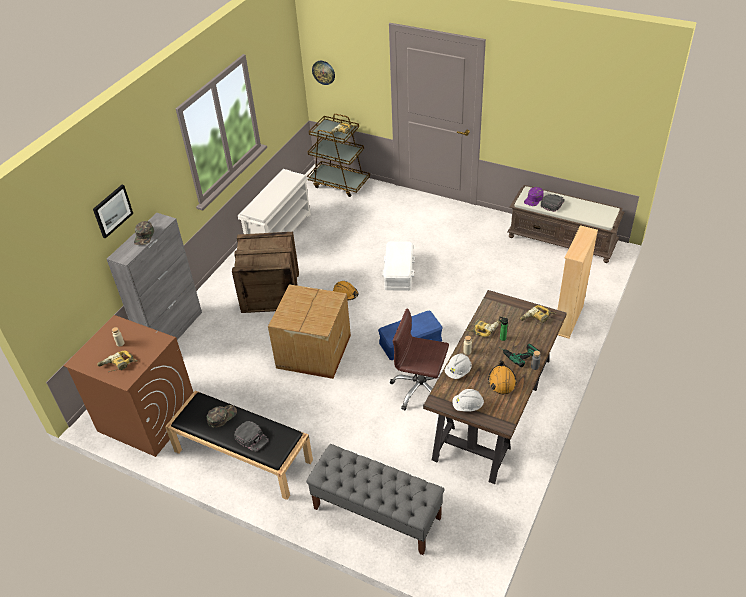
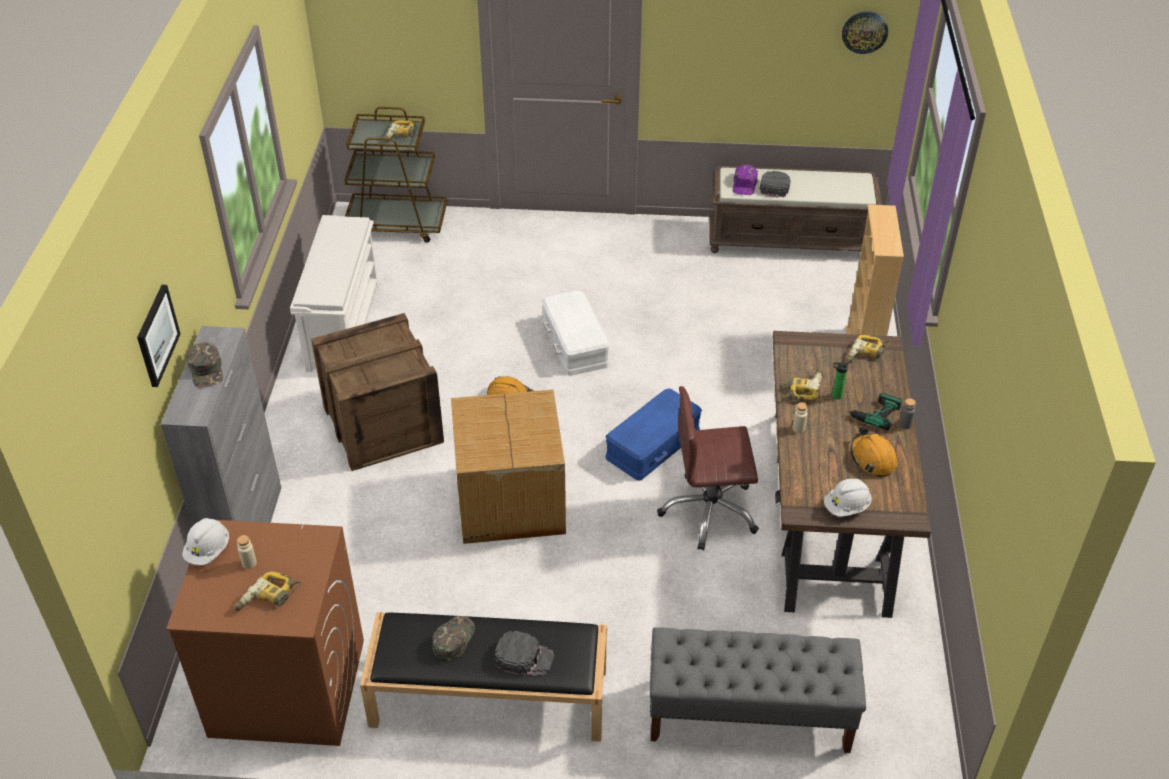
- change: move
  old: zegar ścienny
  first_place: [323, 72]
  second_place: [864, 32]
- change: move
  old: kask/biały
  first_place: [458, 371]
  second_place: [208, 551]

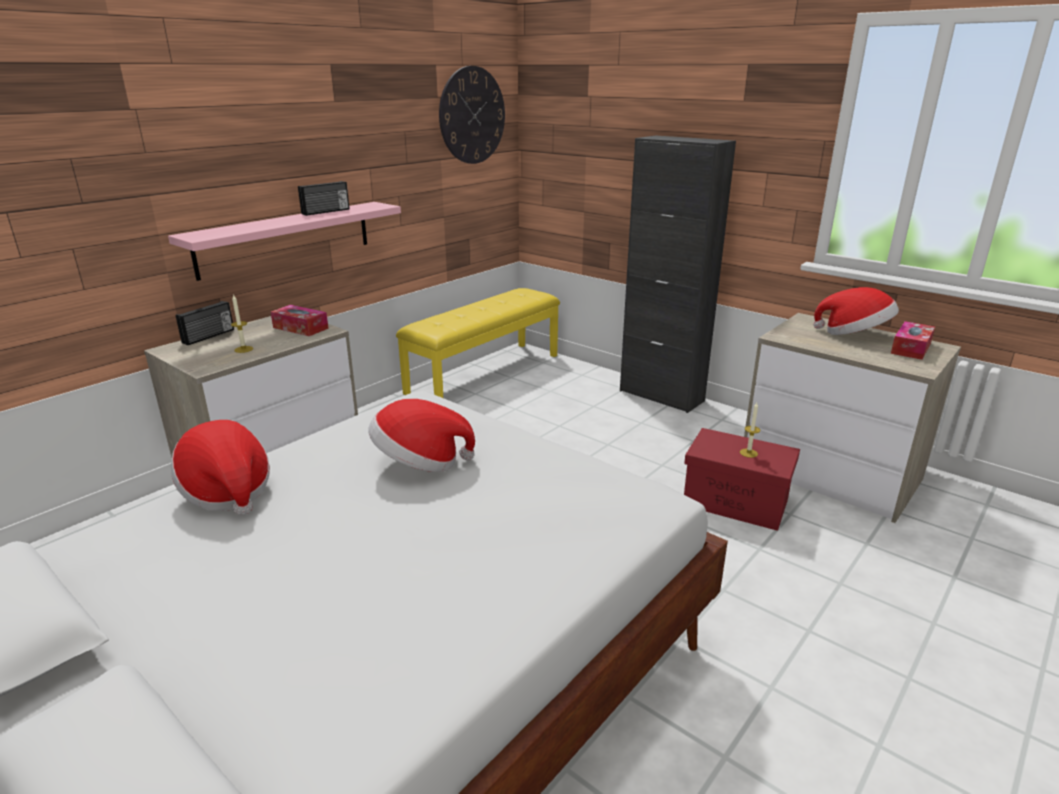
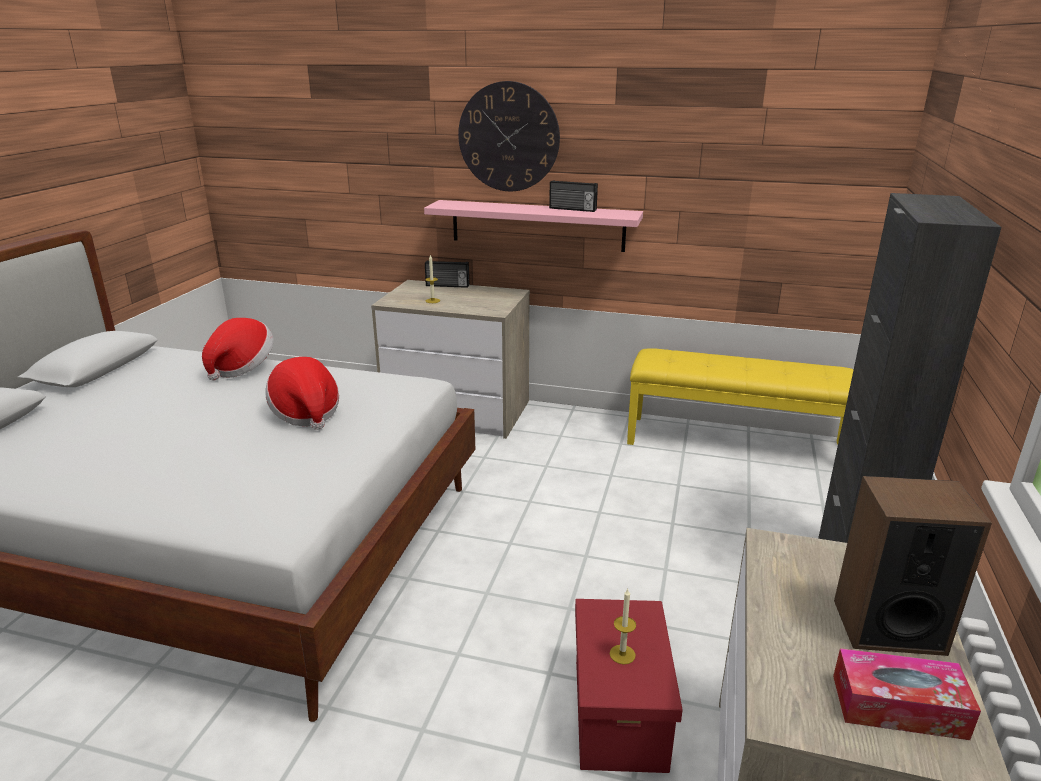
- change: move
  old: zegar ścienny
  first_place: [472, 115]
  second_place: [508, 137]
- change: replace
  old: kapelusz
  new: głośnik
  first_place: [854, 334]
  second_place: [887, 626]
- change: delete
  old: pudełko chusteczek
  first_place: [300, 328]

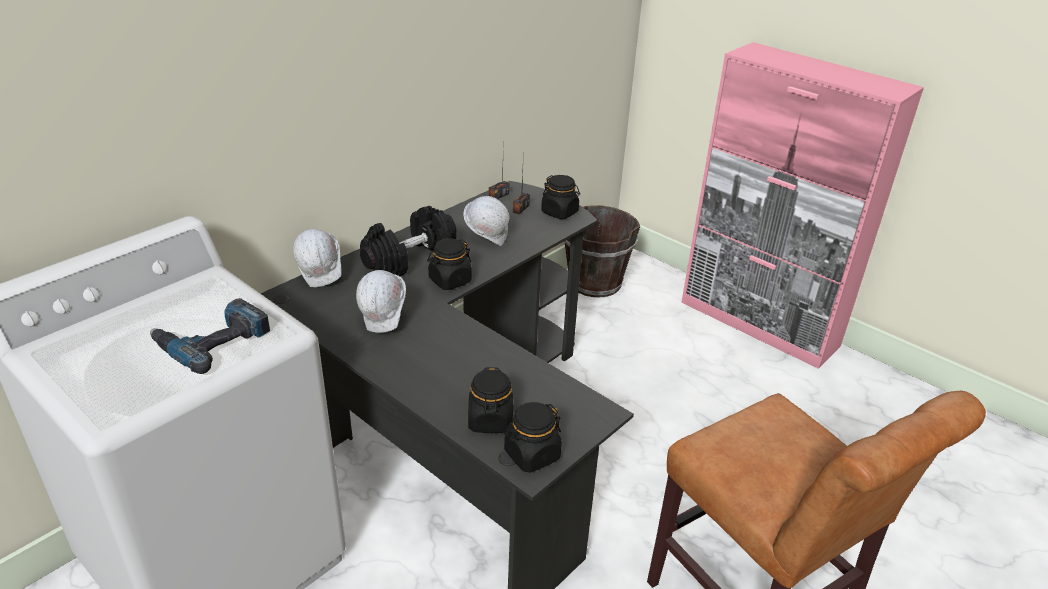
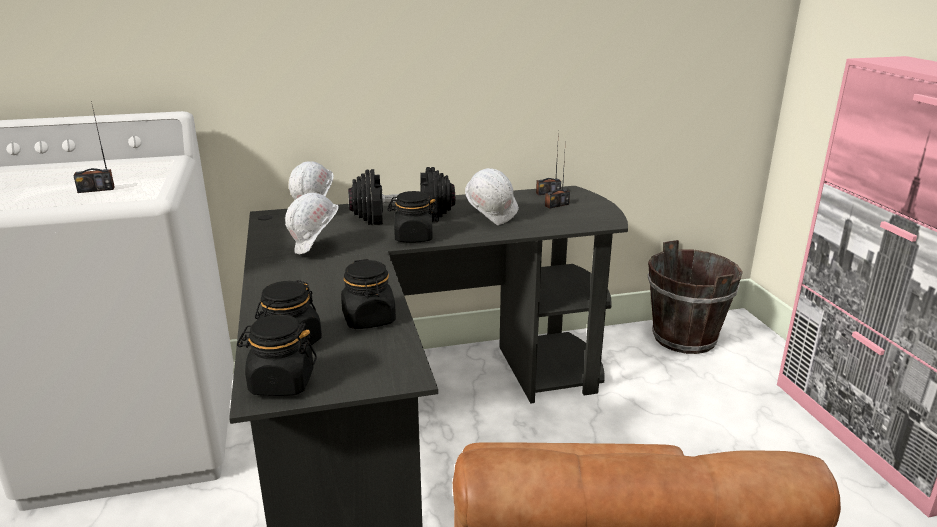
- change: move
  old: słoik/czarny
  first_place: [560, 212]
  second_place: [369, 319]
- change: replace
  old: wiertarka
  new: radio
  first_place: [212, 341]
  second_place: [96, 189]

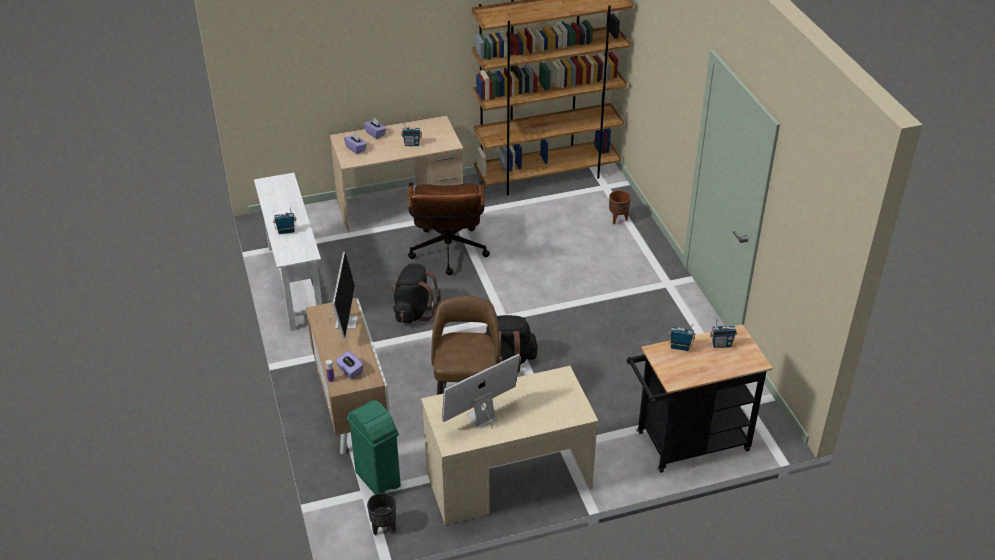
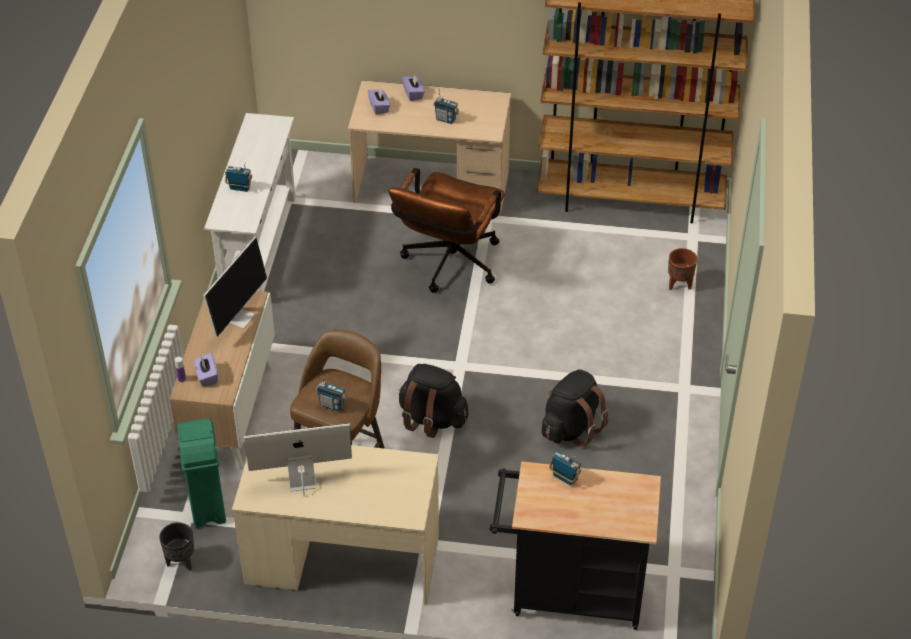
- change: move
  old: plecak/czarny
  first_place: [413, 312]
  second_place: [571, 428]
- change: move
  old: radio
  first_place: [721, 344]
  second_place: [332, 405]

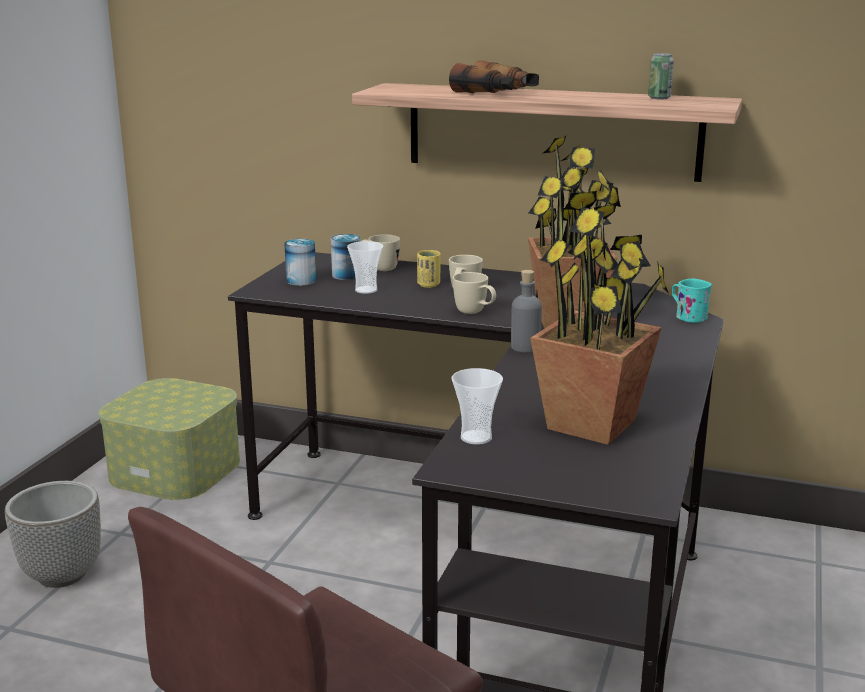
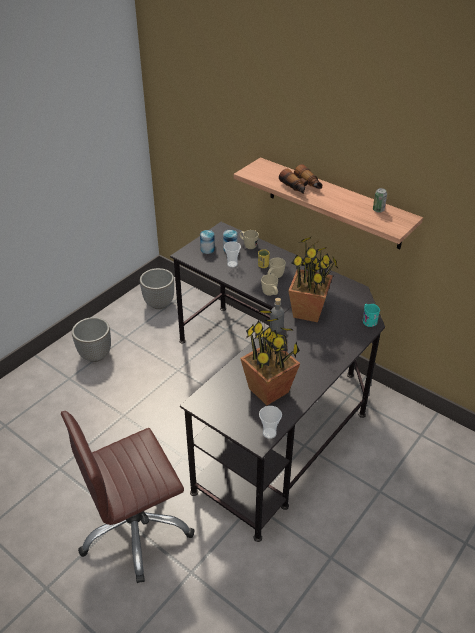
- change: move
  old: filiżanka
  first_place: [476, 437]
  second_place: [269, 433]
- change: replace
  old: pojemnik do przechowywania
  new: donica
  first_place: [175, 469]
  second_place: [159, 303]

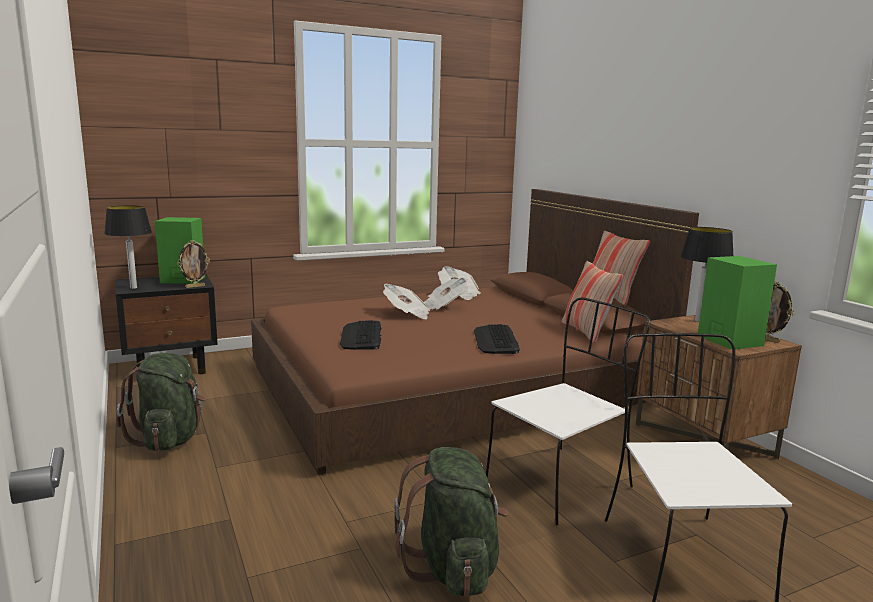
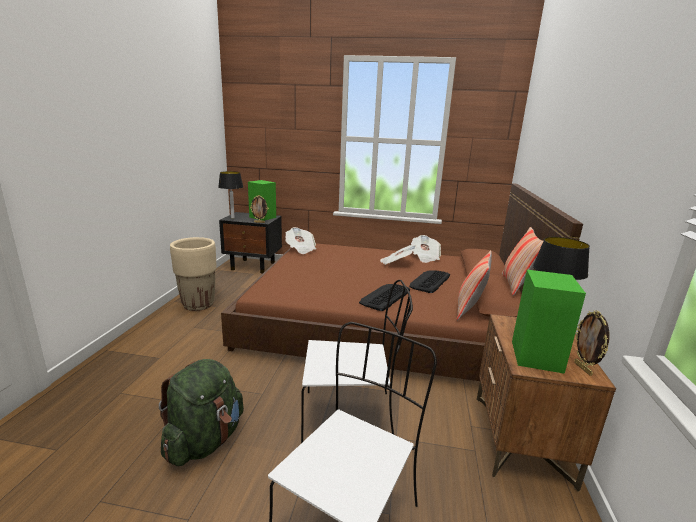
- change: move
  old: gazeta
  first_place: [407, 314]
  second_place: [300, 249]
- change: move
  old: klawiatura
  first_place: [361, 336]
  second_place: [429, 281]
- change: replace
  old: plecak/zielony
  new: donica/beżowy
  first_place: [169, 439]
  second_place: [198, 304]

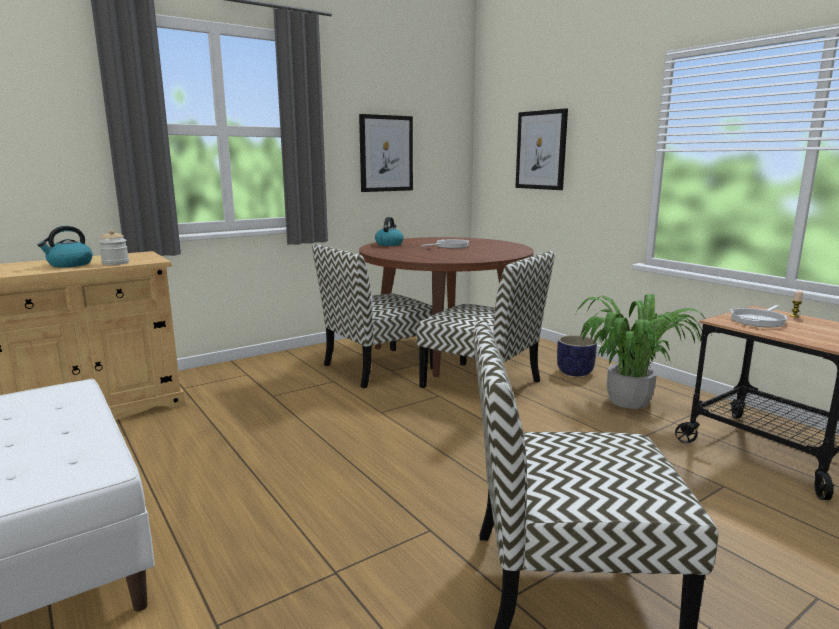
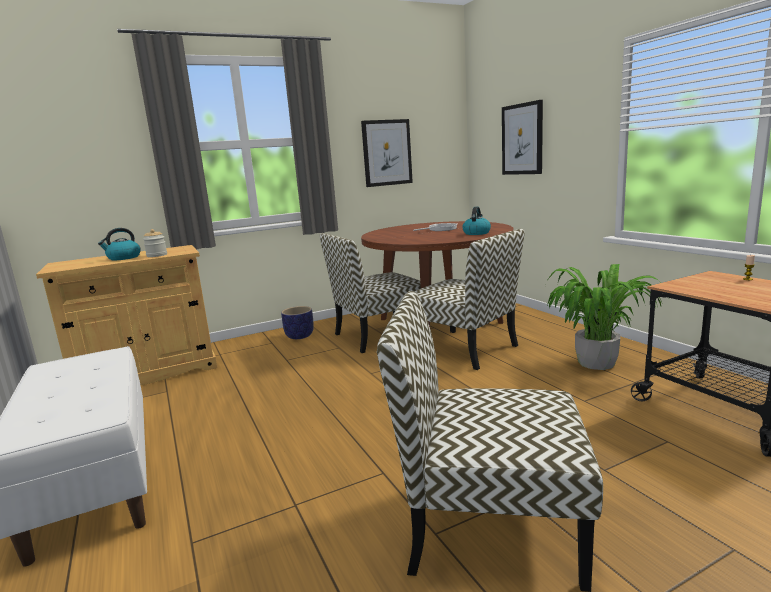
- change: move
  old: czajnik
  first_place: [389, 244]
  second_place: [476, 233]
- change: delete
  old: patelnia
  first_place: [759, 320]
- change: move
  old: donica
  first_place: [575, 372]
  second_place: [299, 336]

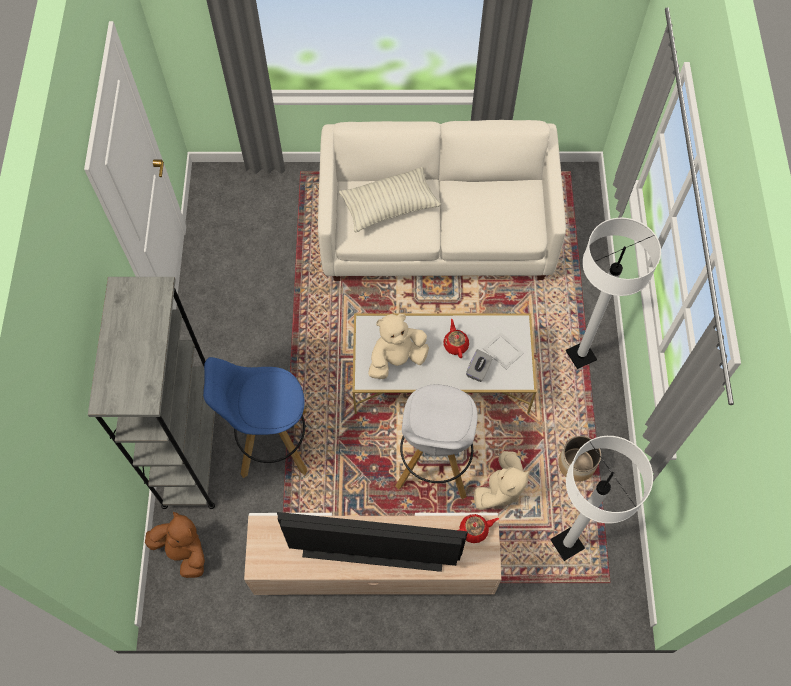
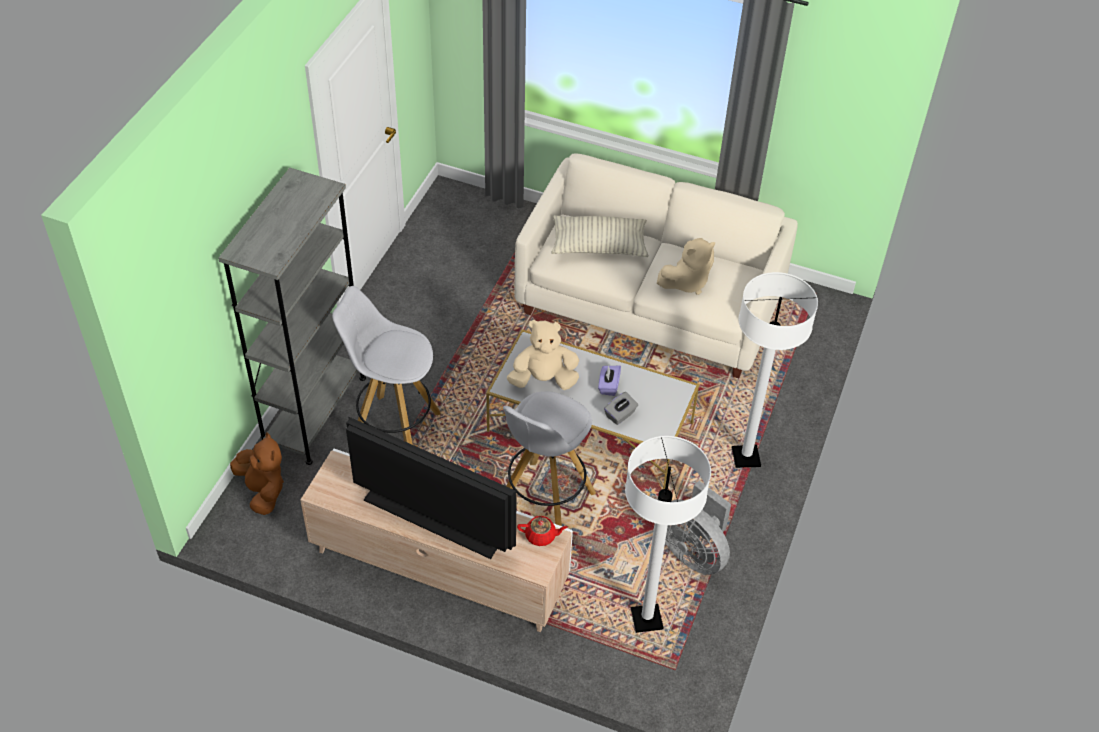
- change: replace
  old: imbryk/czerwony
  new: pudełko chusteczek/fioletowy
  first_place: [455, 344]
  second_place: [608, 386]
- change: delete
  old: ramka na zdjęcie
  first_place: [503, 350]
- change: recolor
  old: stołek/niebieski
  new: stołek/biały
  first_place: [272, 443]
  second_place: [393, 429]
- change: replace
  old: donica
  new: wentylator/szary
  first_place: [577, 464]
  second_place: [693, 551]
- change: move
  old: pluszak/beżowy
  first_place: [500, 489]
  second_place: [686, 282]

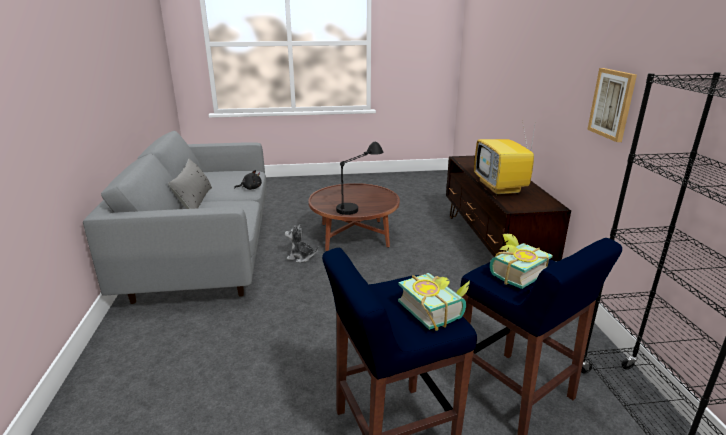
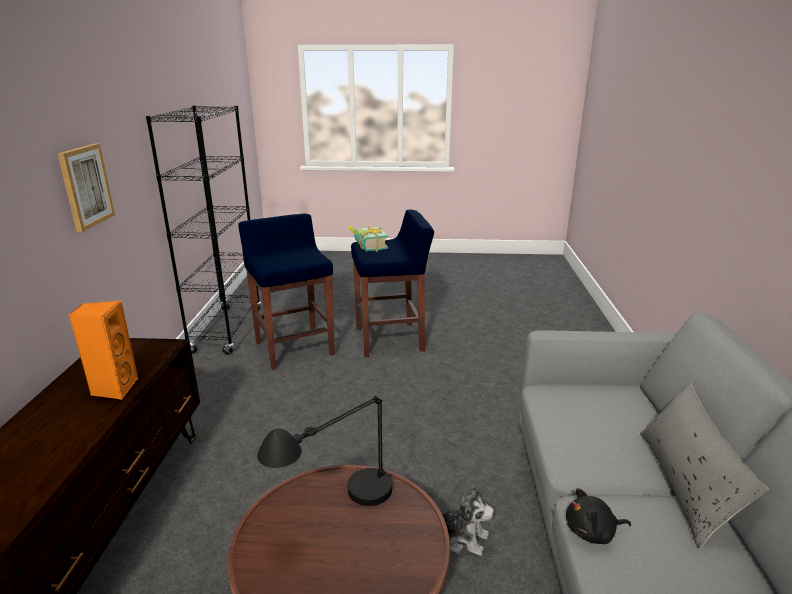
- change: replace
  old: telewizor
  new: głośnik/pomarańczowy
  first_place: [500, 188]
  second_place: [114, 388]
- change: delete
  old: książka
  first_place: [513, 273]

